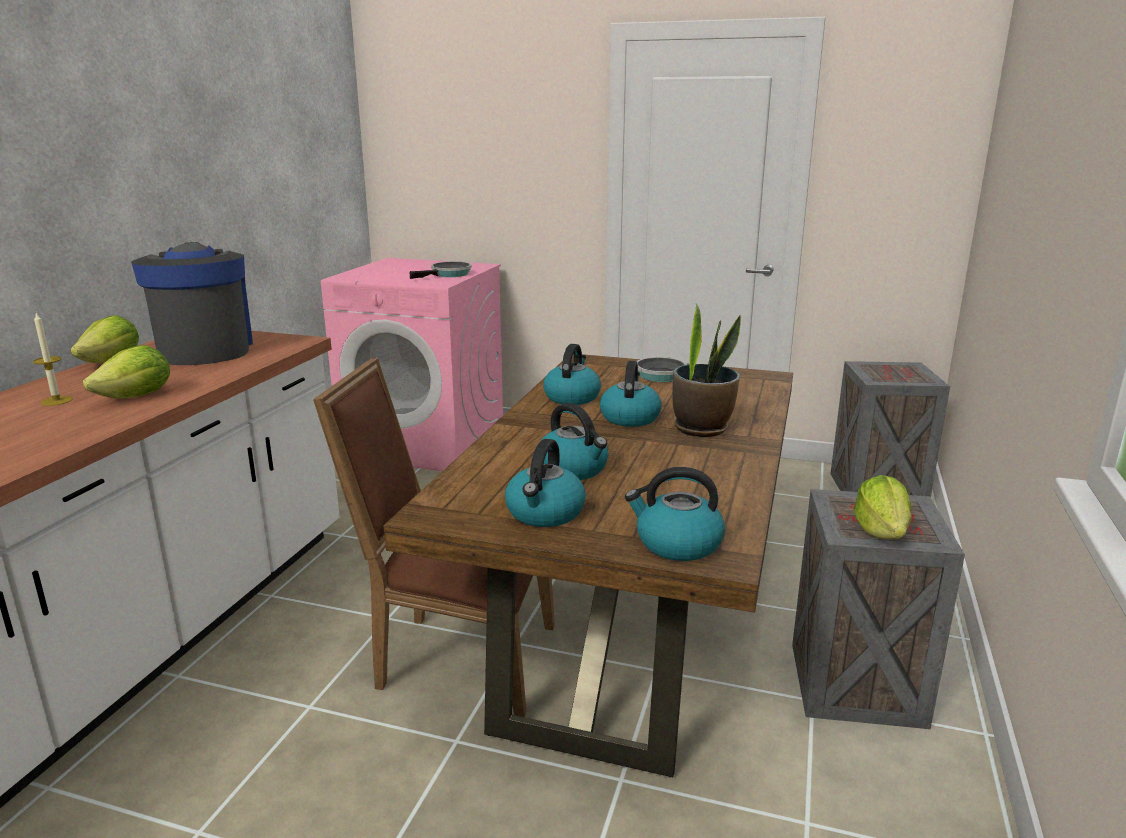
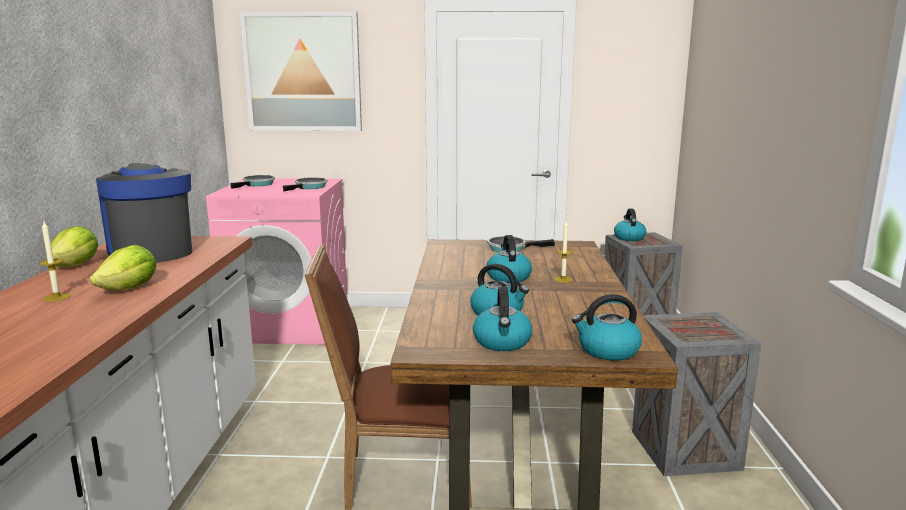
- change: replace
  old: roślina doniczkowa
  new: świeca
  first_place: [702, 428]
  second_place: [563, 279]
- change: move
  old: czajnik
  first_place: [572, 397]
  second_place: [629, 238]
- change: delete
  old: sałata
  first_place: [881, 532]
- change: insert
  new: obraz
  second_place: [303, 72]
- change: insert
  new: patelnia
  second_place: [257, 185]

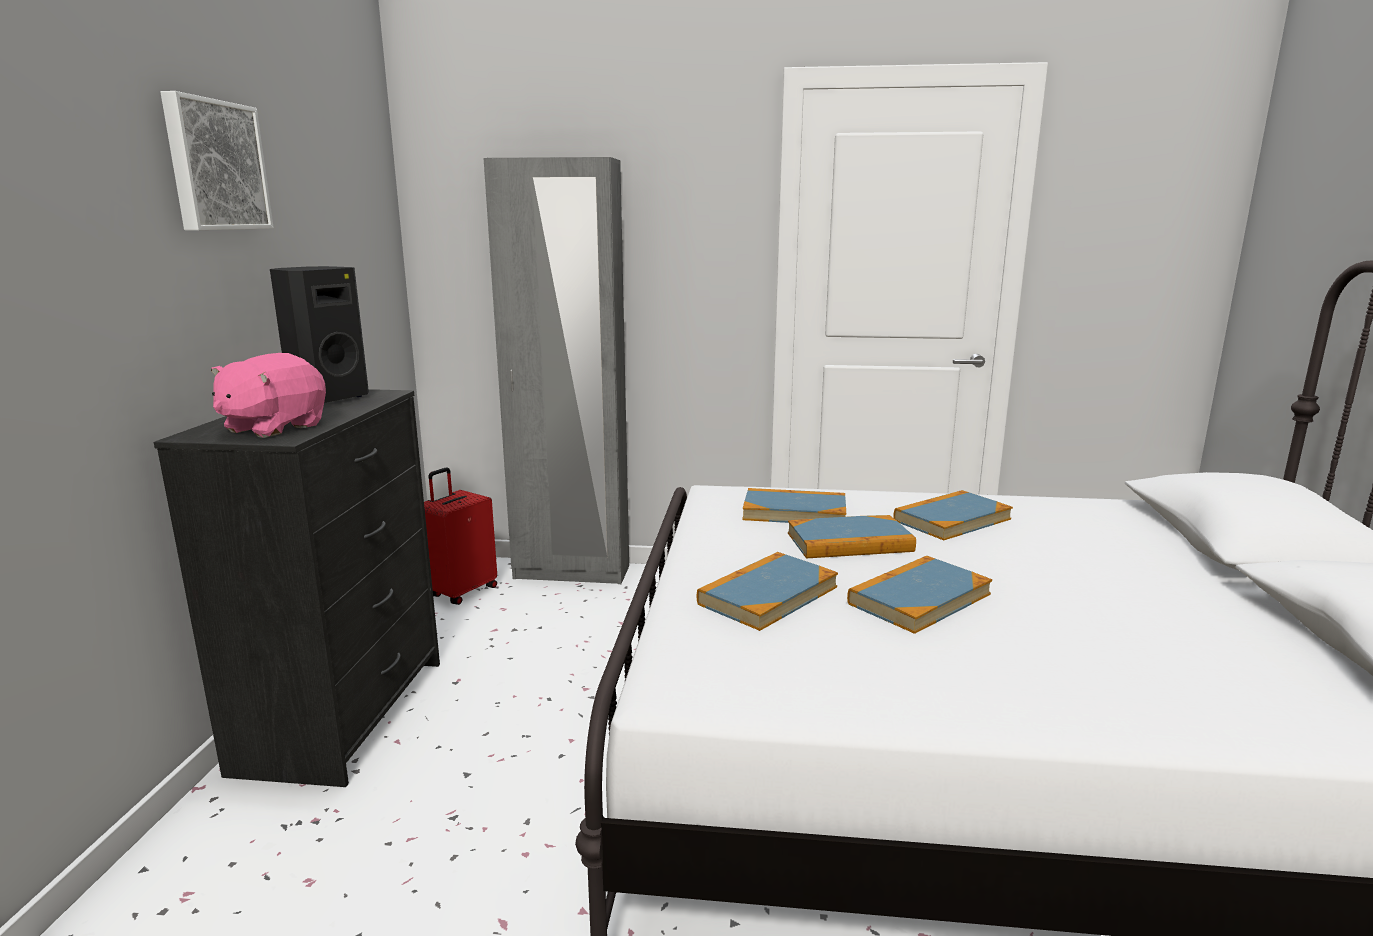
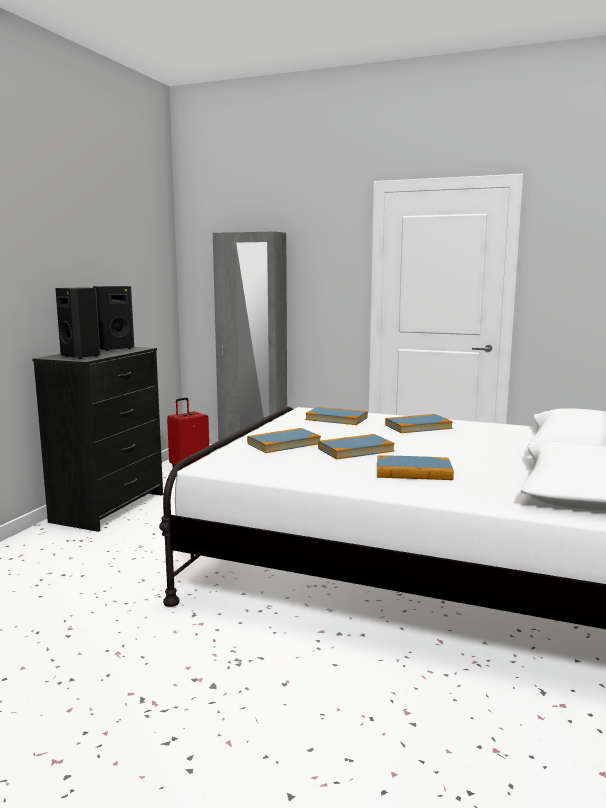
- change: delete
  old: obraz
  first_place: [215, 166]
- change: replace
  old: pluszak/różowy
  new: głośnik/czarny
  first_place: [273, 428]
  second_place: [82, 356]
- change: move
  old: książka
  first_place: [849, 542]
  second_place: [413, 472]

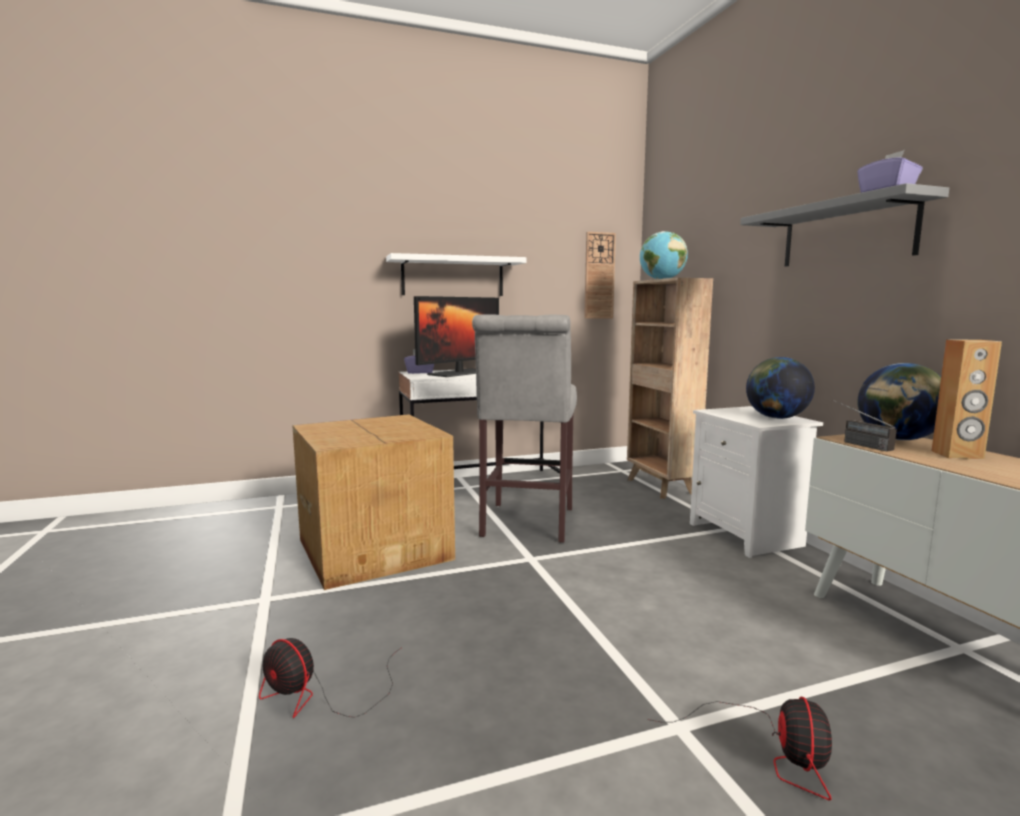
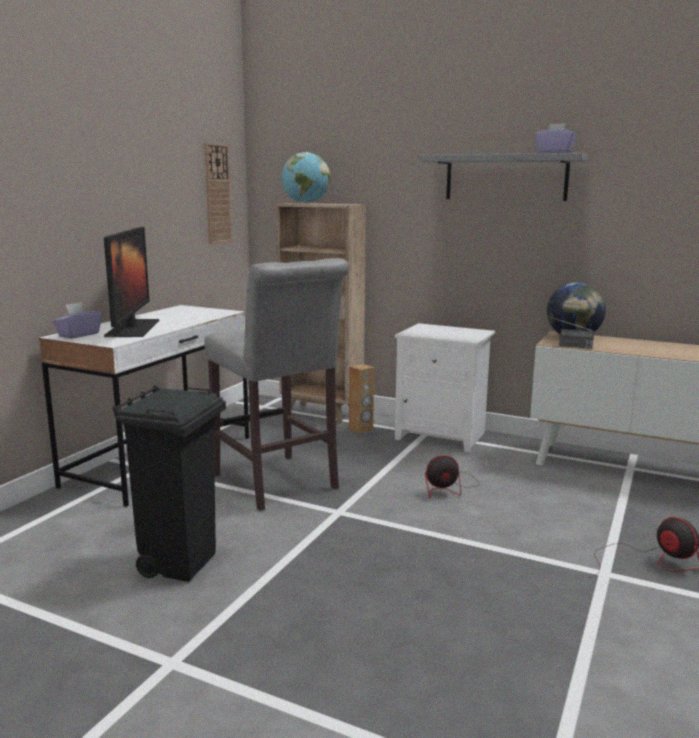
- change: delete
  old: półka/biały
  first_place: [453, 276]
- change: move
  old: głośnik/brązowy
  first_place: [957, 455]
  second_place: [361, 429]
- change: delete
  old: globus
  first_place: [776, 418]
- change: replace
  old: karton
  new: kosz na śmieci/czarny
  first_place: [376, 548]
  second_place: [180, 563]
- change: move
  old: wentylator
  first_place: [320, 695]
  second_place: [448, 487]

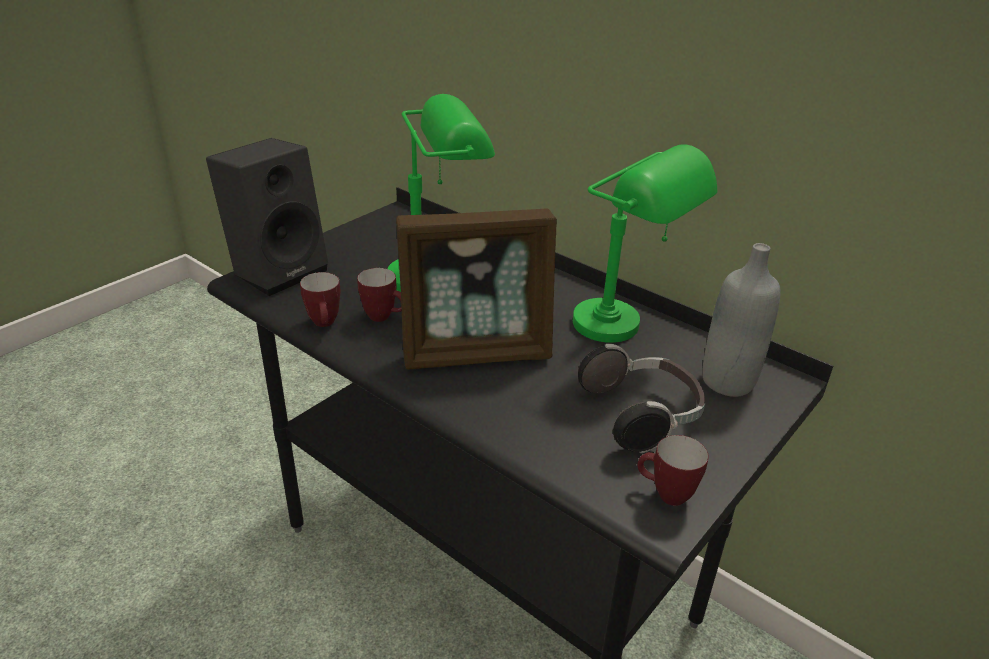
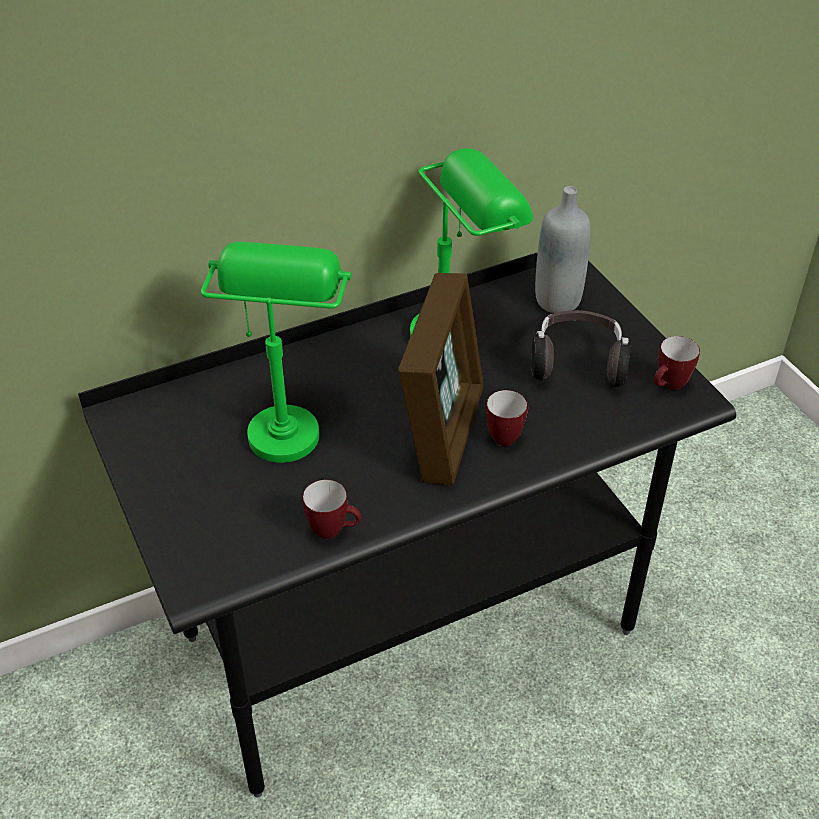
- change: delete
  old: głośnik/czarny
  first_place: [278, 270]
- change: move
  old: kubek
  first_place: [384, 317]
  second_place: [507, 436]

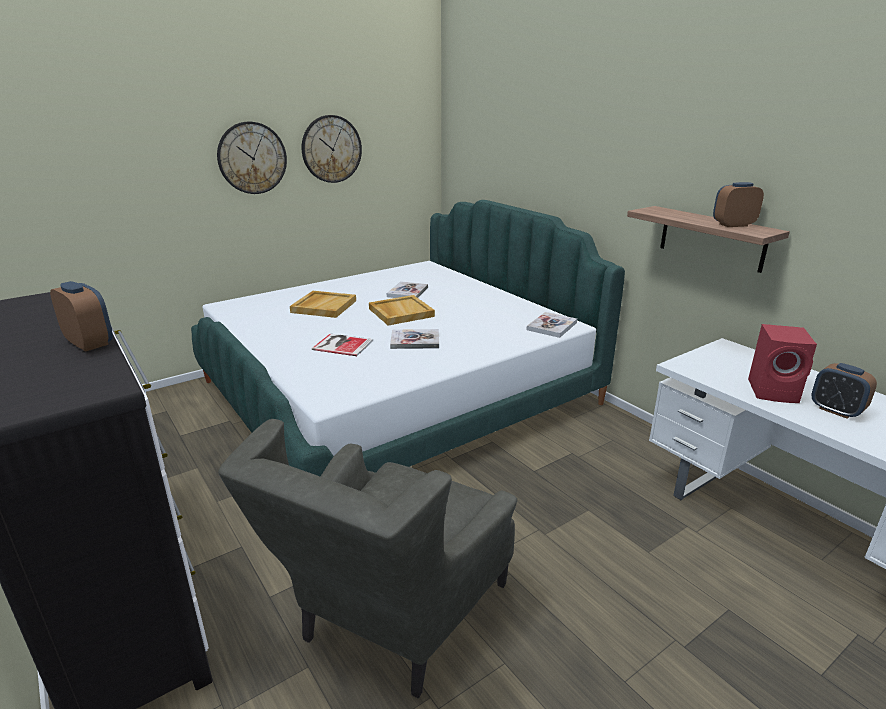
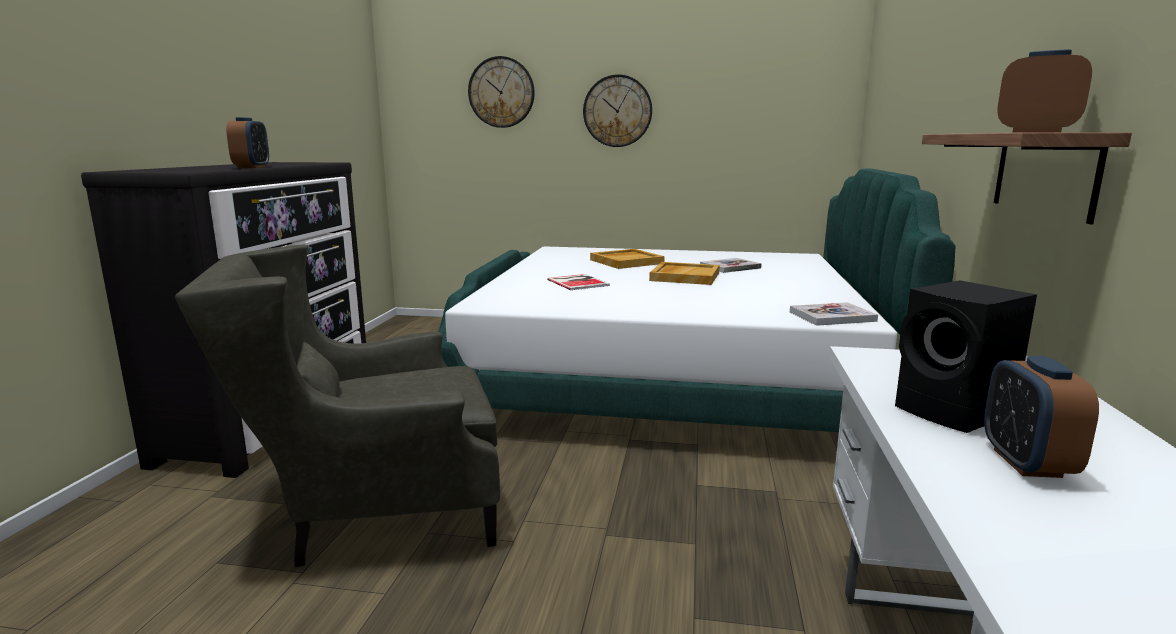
- change: move
  old: zegar ścienny
  first_place: [331, 149]
  second_place: [501, 92]
- change: recolor
  old: głośnik/czerwony
  new: głośnik/czarny
  first_place: [775, 391]
  second_place: [956, 413]
- change: delete
  old: książka
  first_place: [415, 341]

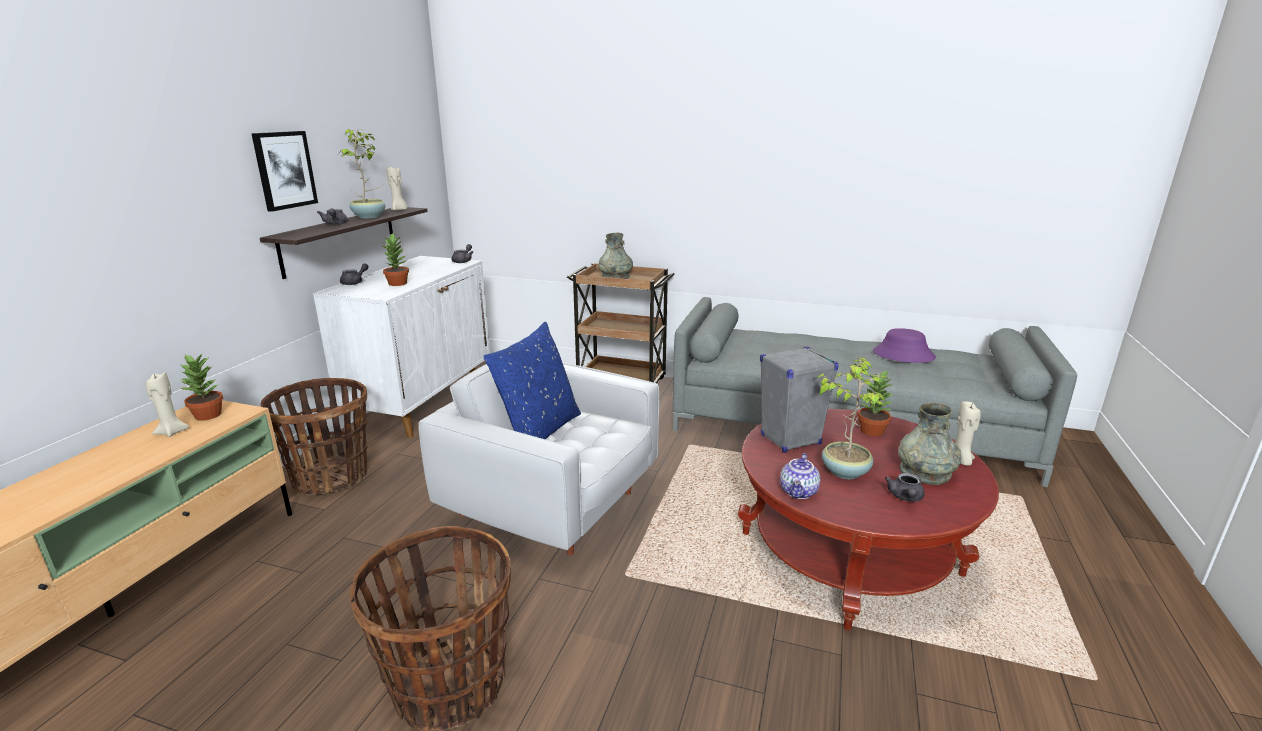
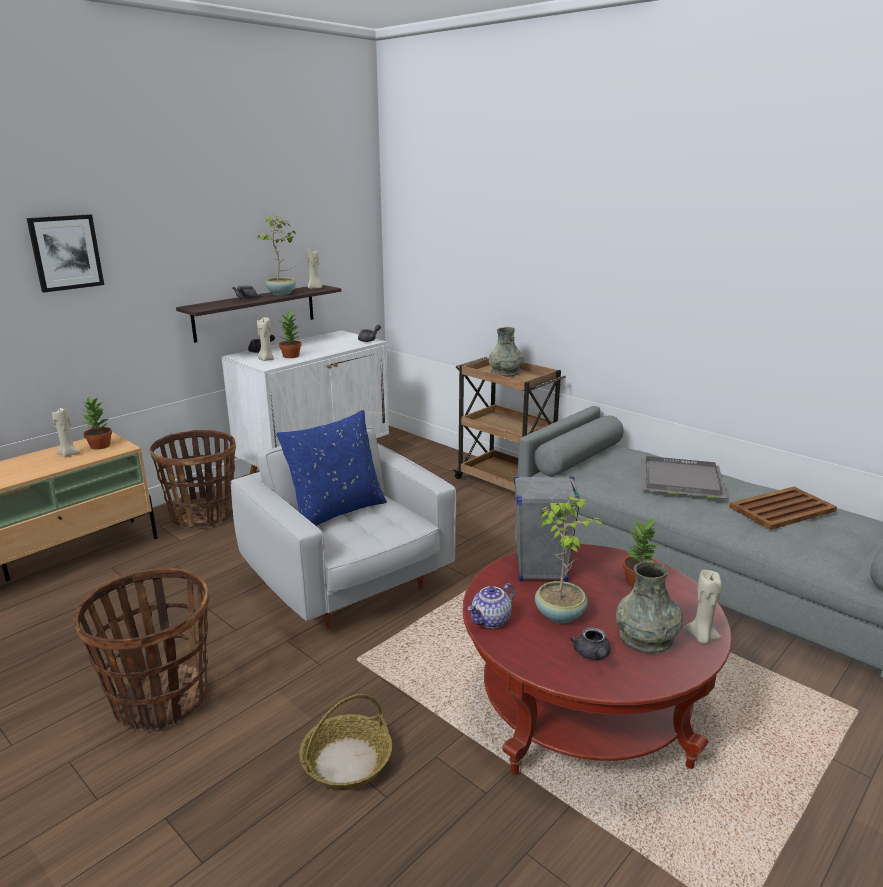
- change: move
  old: obraz
  first_place: [284, 170]
  second_place: [66, 252]
- change: replace
  old: kapelusz/fioletowy
  new: taca/brązowy
  first_place: [903, 355]
  second_place: [781, 509]
- change: rotate
  old: imbryk/szary
  first_place: [905, 497]
  second_place: [592, 655]
  degrees: -45
- change: insert
  new: świeca/beżowy
  second_place: [266, 359]
- change: insert
  new: taca/szary
  second_place: [682, 481]
- change: insert
  new: koszyk
  second_place: [346, 762]

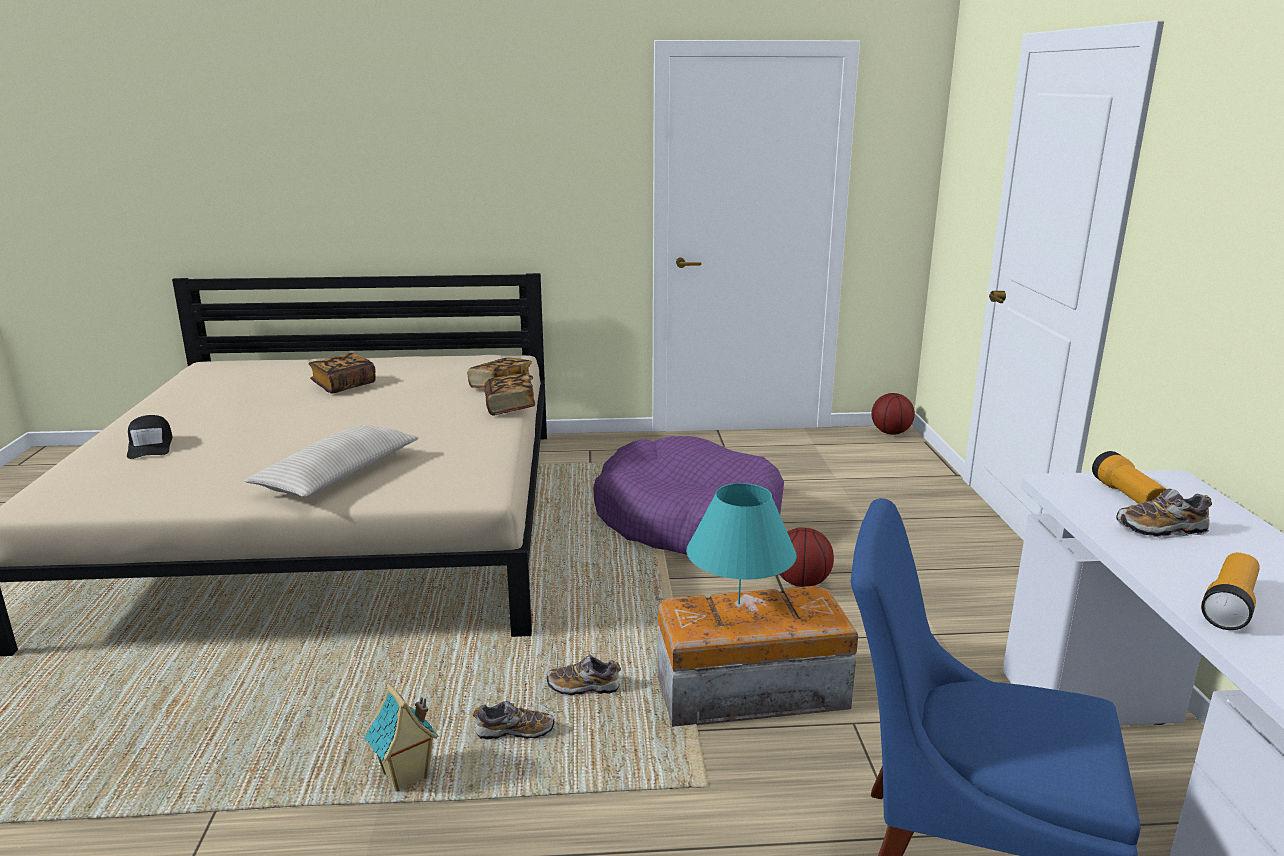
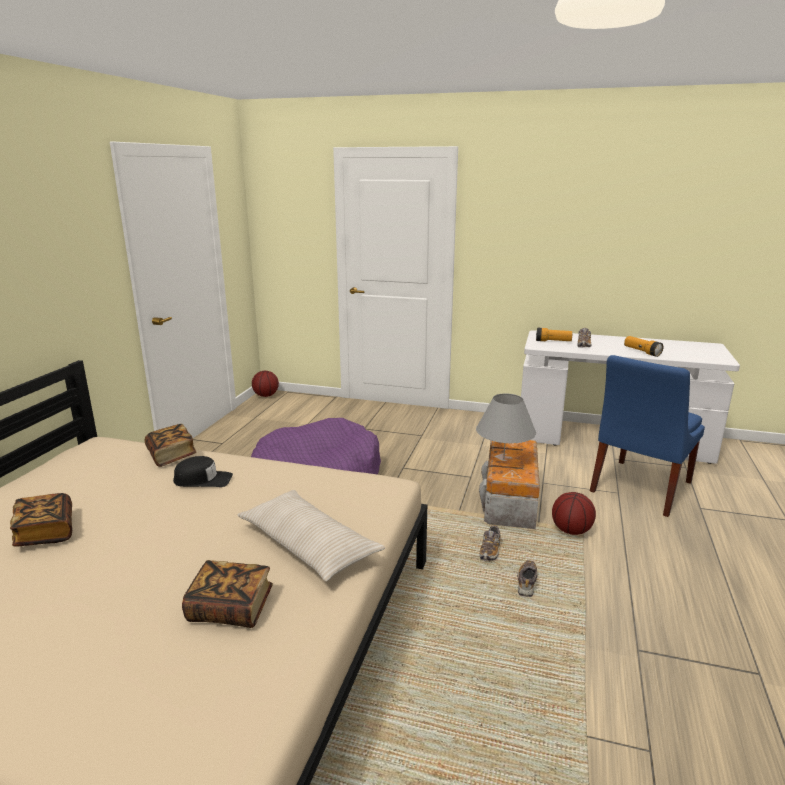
- change: move
  old: książka
  first_place: [510, 407]
  second_place: [230, 608]
- change: move
  old: czapka z daszkiem/czarny
  first_place: [151, 446]
  second_place: [203, 480]
- change: recolor
  old: lampa stołowa/turkusowy
  new: lampa stołowa/szary
  first_place: [738, 603]
  second_place: [503, 459]
- change: move
  old: piłka do koszykówki
  first_place: [802, 583]
  second_place: [571, 530]
- change: delete
  old: domek
  first_place: [406, 778]

